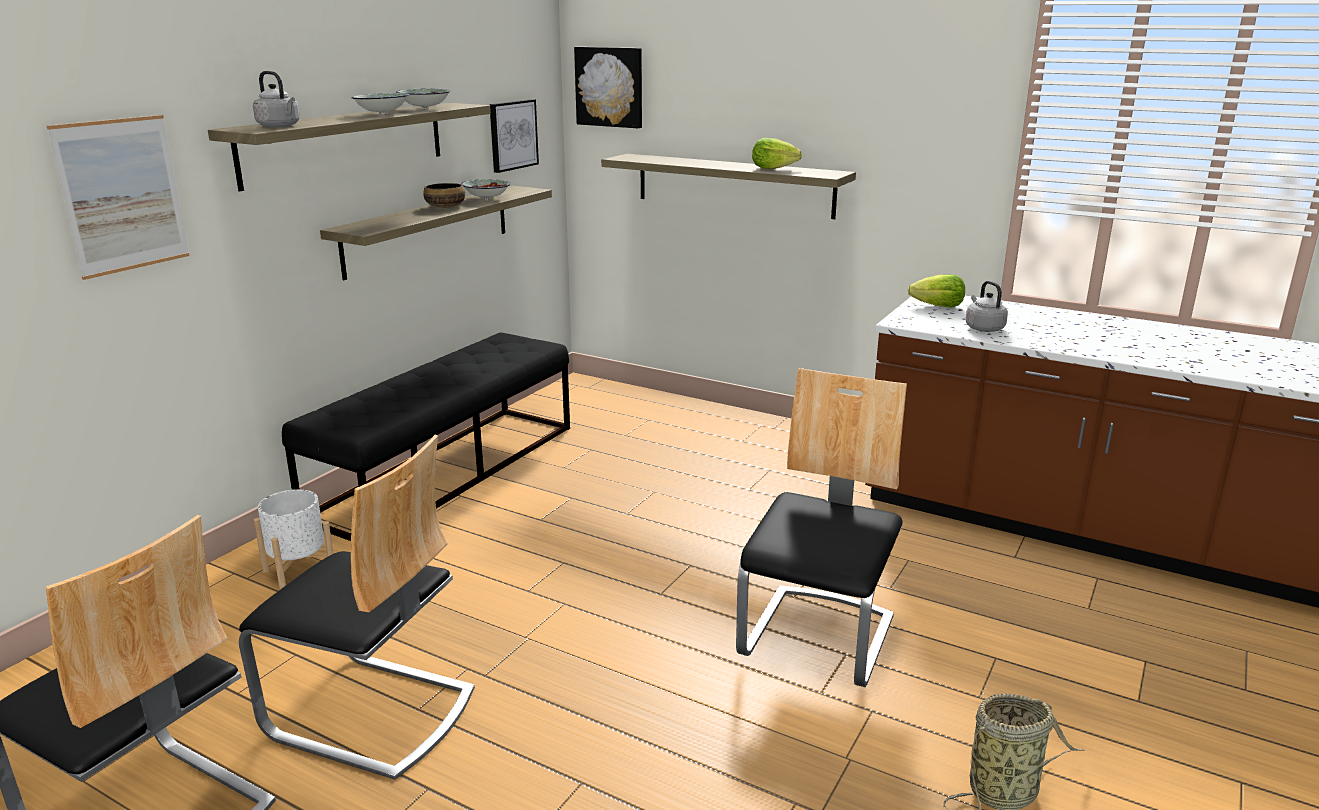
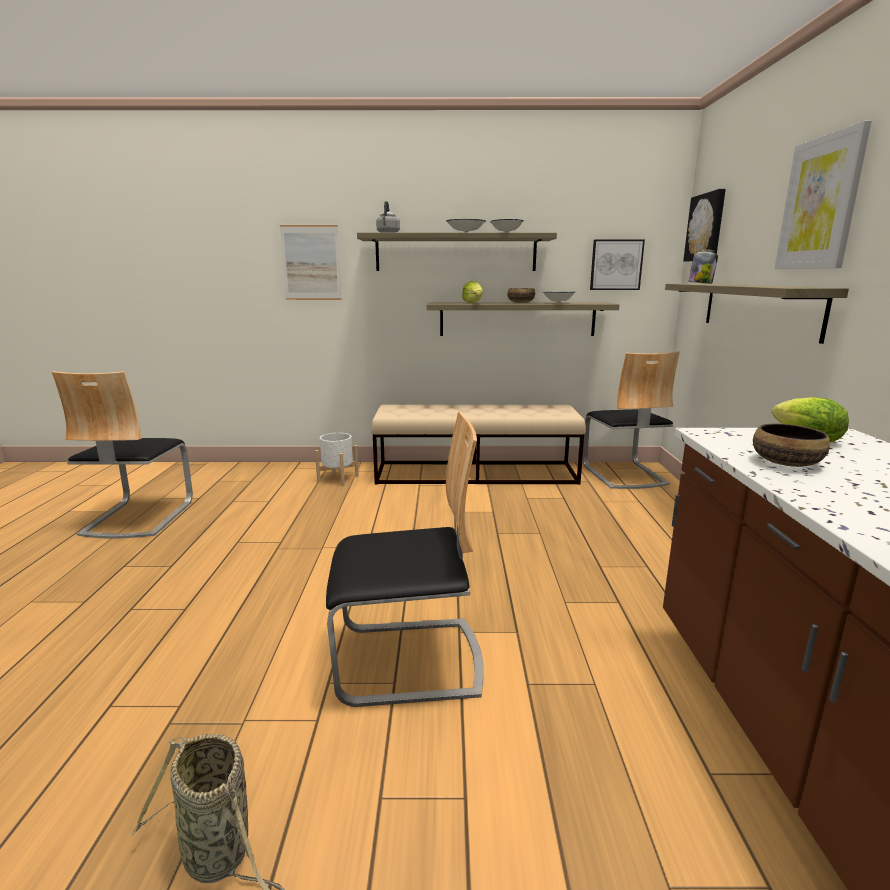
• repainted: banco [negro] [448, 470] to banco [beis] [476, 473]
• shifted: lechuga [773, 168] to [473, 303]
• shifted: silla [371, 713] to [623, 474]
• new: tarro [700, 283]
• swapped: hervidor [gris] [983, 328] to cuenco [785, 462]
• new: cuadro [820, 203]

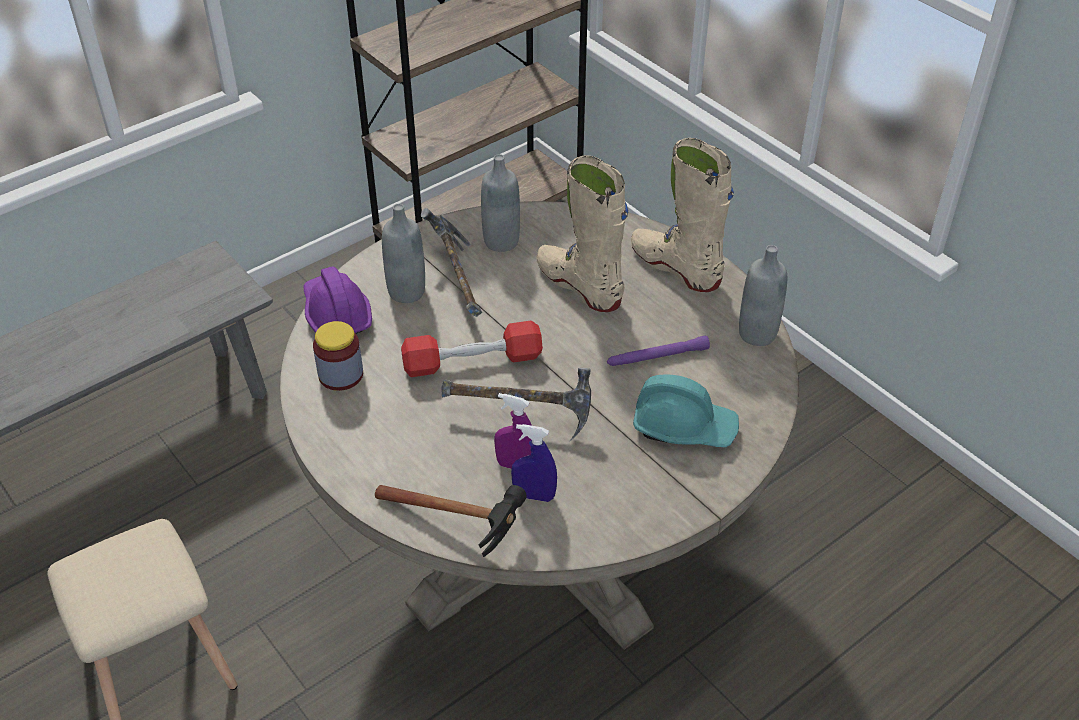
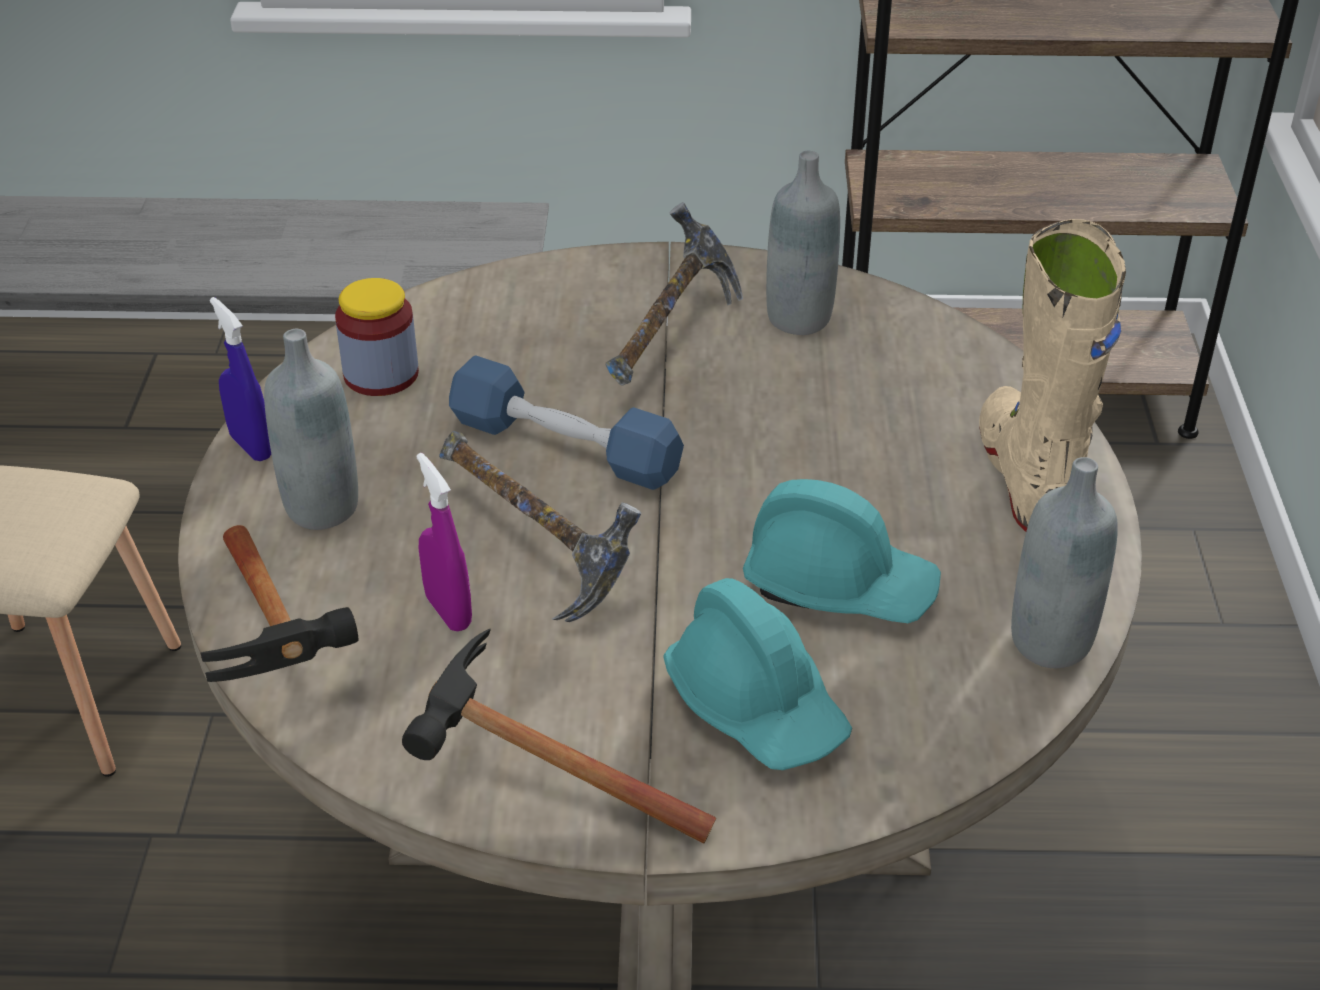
• shifted: pulverizador [azul] [534, 495] to [251, 446]
• shifted: botella [gris] [406, 292] to [322, 508]
• new: martillo [531, 782]
• repainted: mancuerna [rojo] [472, 361] to mancuerna [azul] [564, 447]
• swapped: linterna [morado] [657, 357] to casco [turquesa] [839, 585]
• gone: casco [morado] [336, 313]
• gone: bota [beis] [579, 286]

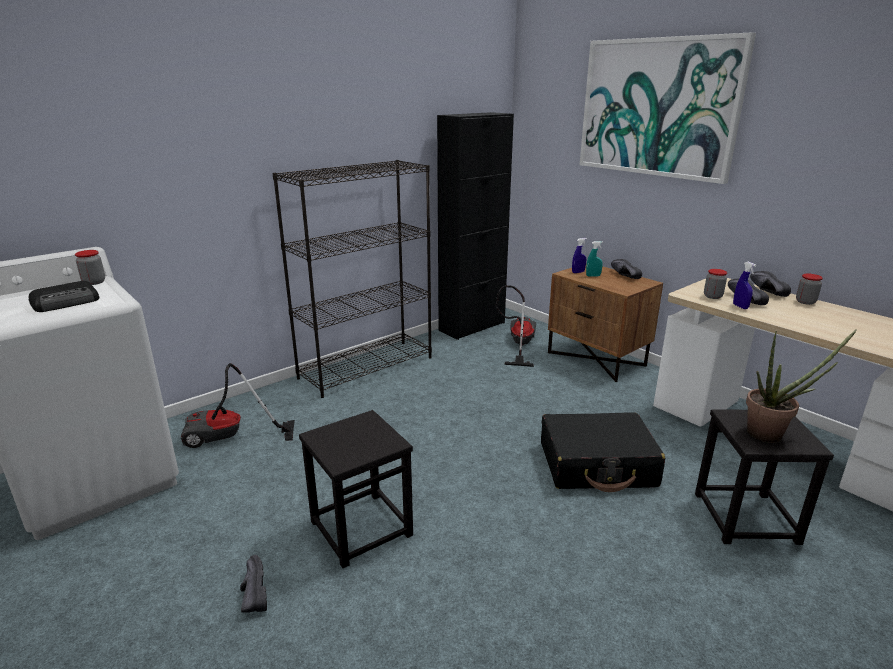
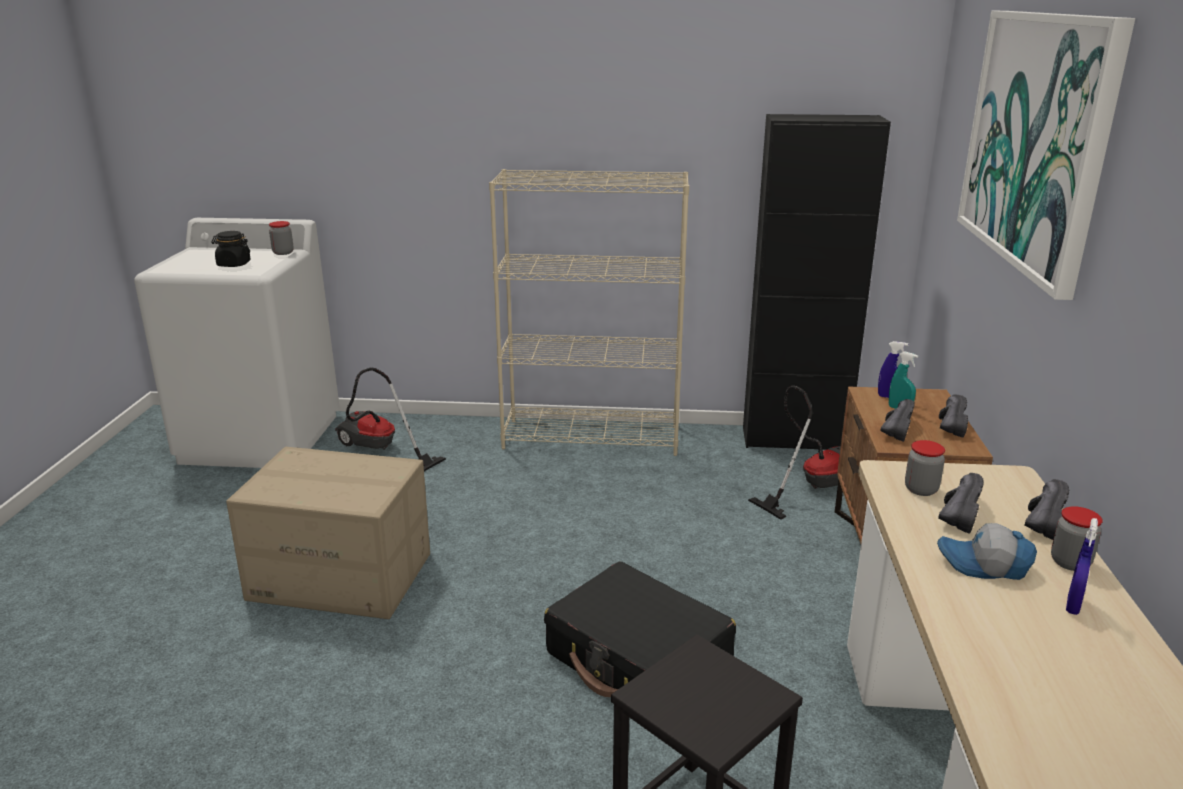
• swapped: radio [67, 302] to tarro [negro] [233, 264]
• swapped: taburete [negro] [361, 528] to caja de cartón [342, 576]
• repainted: estantería [negro] [367, 367] to estantería [beis] [592, 437]
• shifted: zapato [negro] [252, 593] to [894, 429]
• new: gorra [984, 565]
• shifted: pulverizador [azul] [740, 307] to [1073, 606]
• gone: planta en maceta [772, 434]

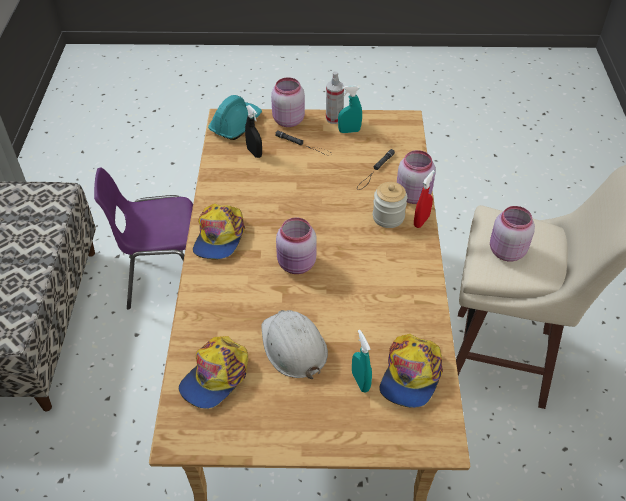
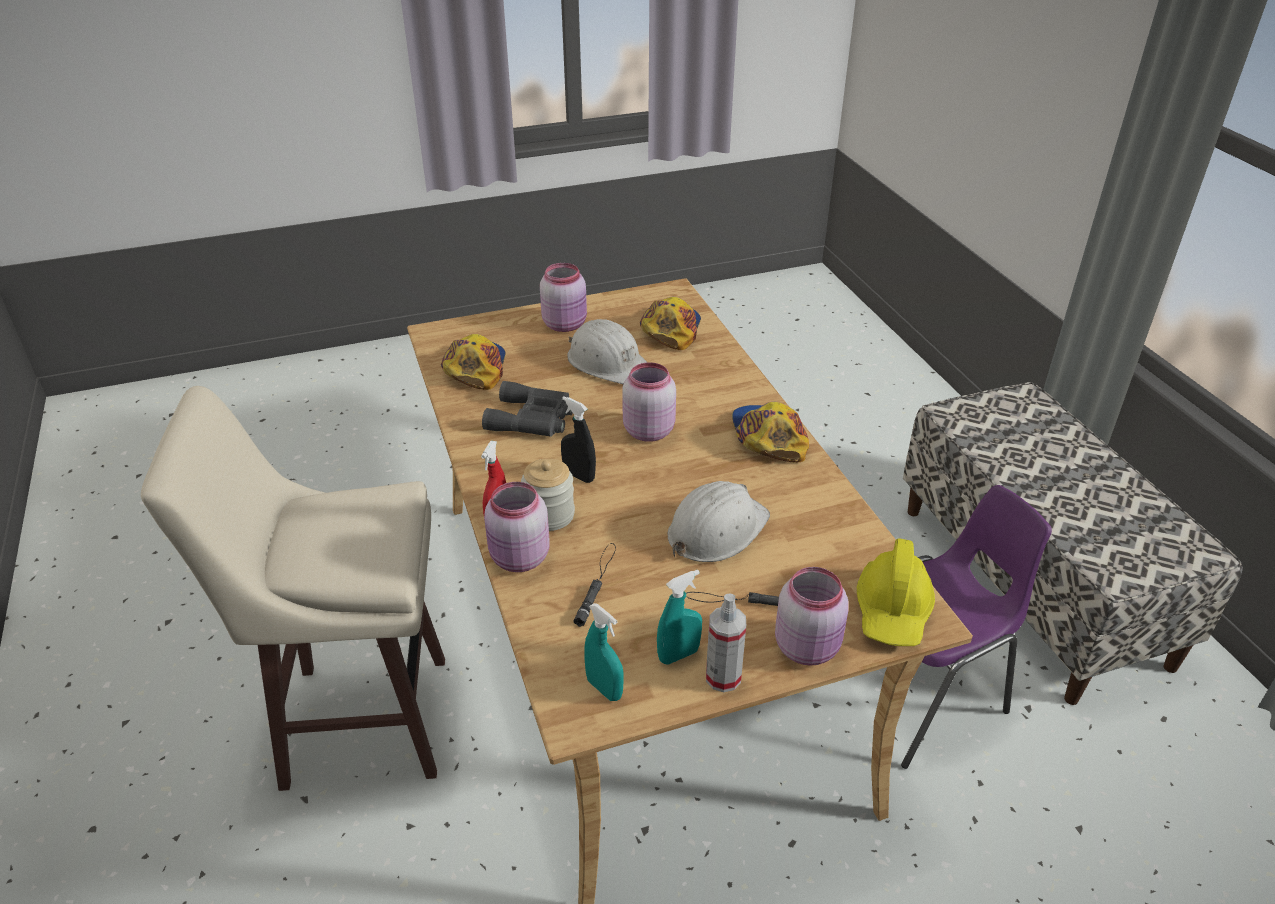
• new: prismáticos [gris] [532, 419]
• shifted: tarro [rosa] [505, 251] to [566, 324]
• shifted: pulverizador [negro] [254, 152] to [579, 476]
• shifted: pulverizador [turquesa] [360, 381] to [604, 688]
• new: casco [blanco] [716, 529]
• repainted: casco [turquesa] [236, 125] to casco [amarillo] [893, 610]

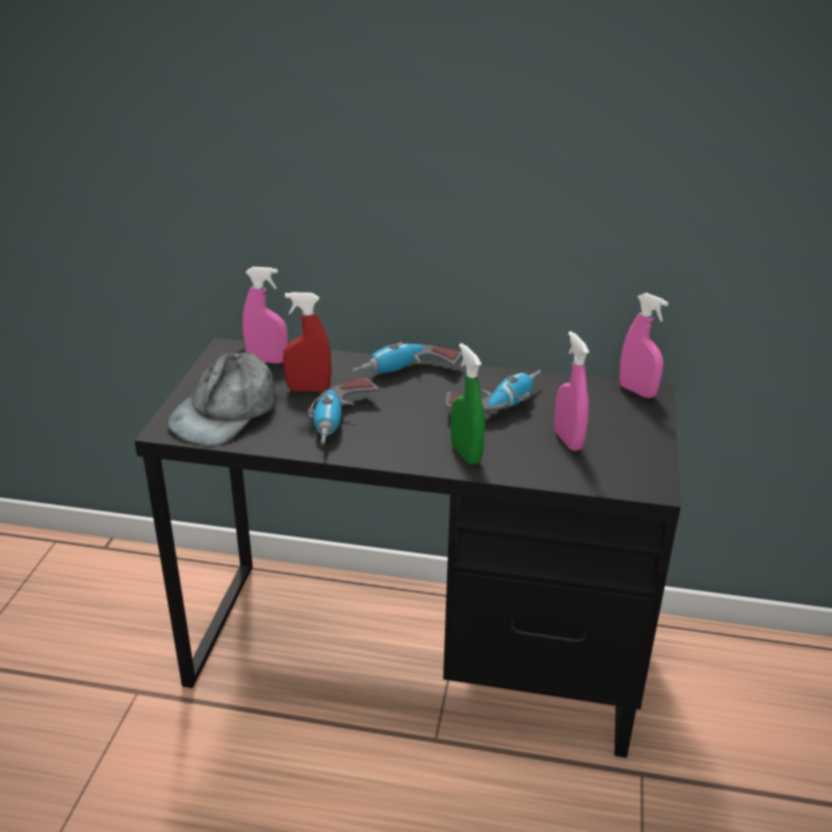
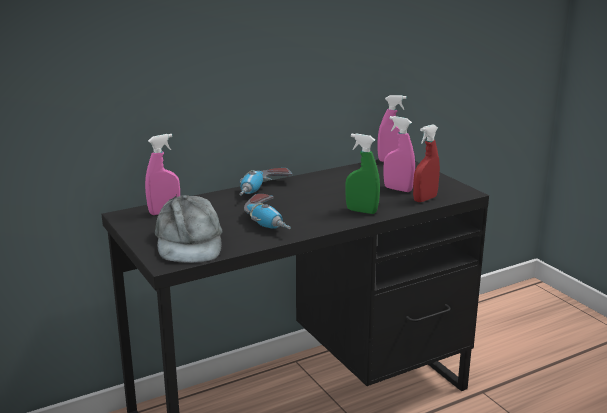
• shifted: pulverizador [rojo] [308, 389] to [425, 199]
• gone: taladro [495, 402]

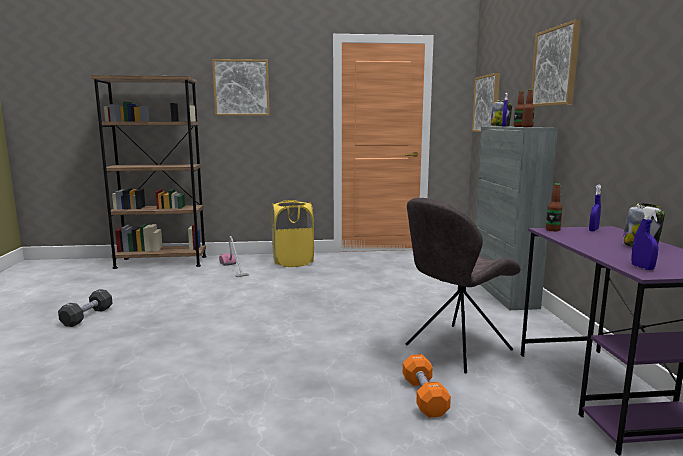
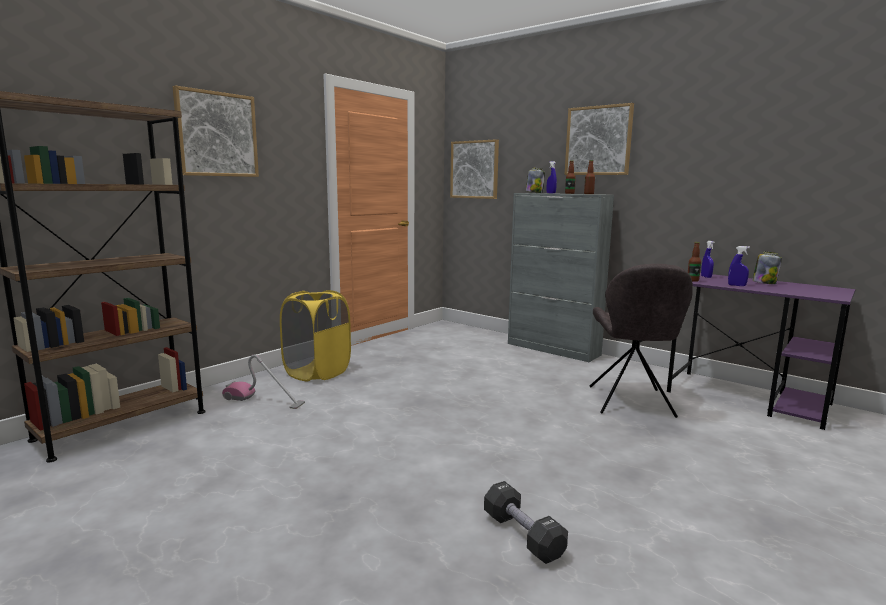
• shifted: mancuerna [negro] [87, 316] to [522, 535]
• shifted: pulverizador [azul] [642, 267] to [736, 285]
• gone: mancuerna [naranja] [424, 397]

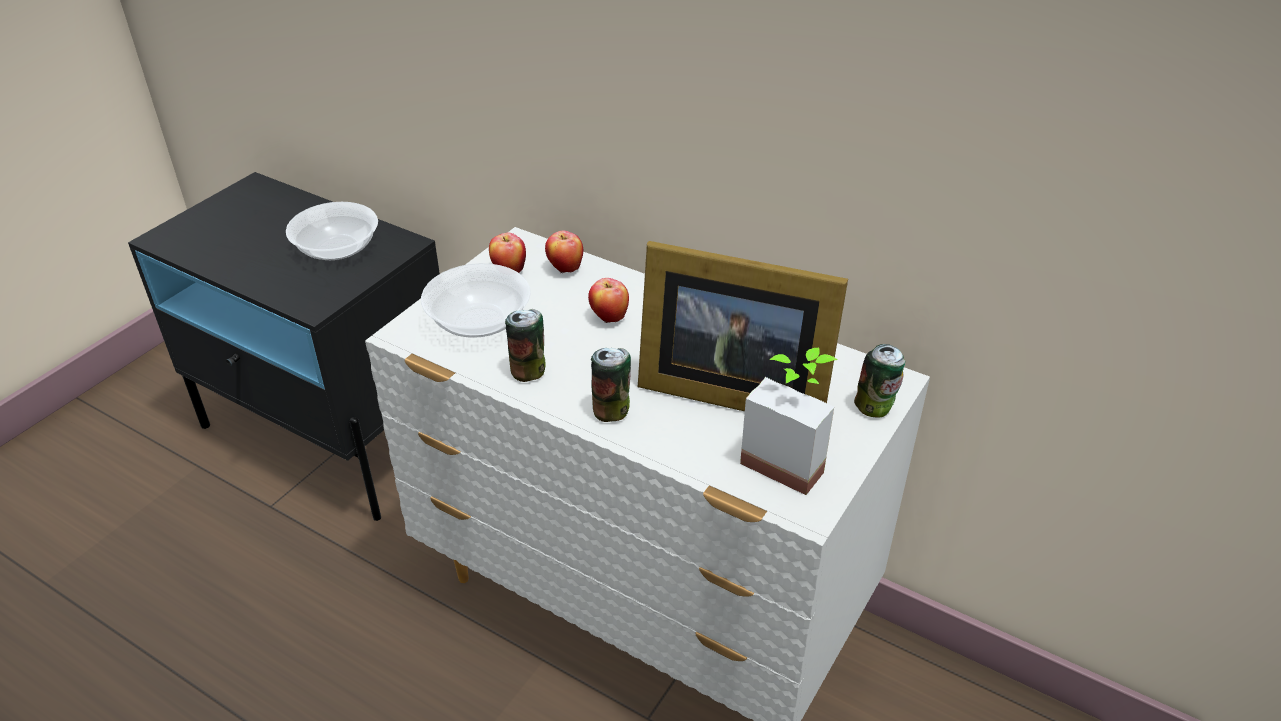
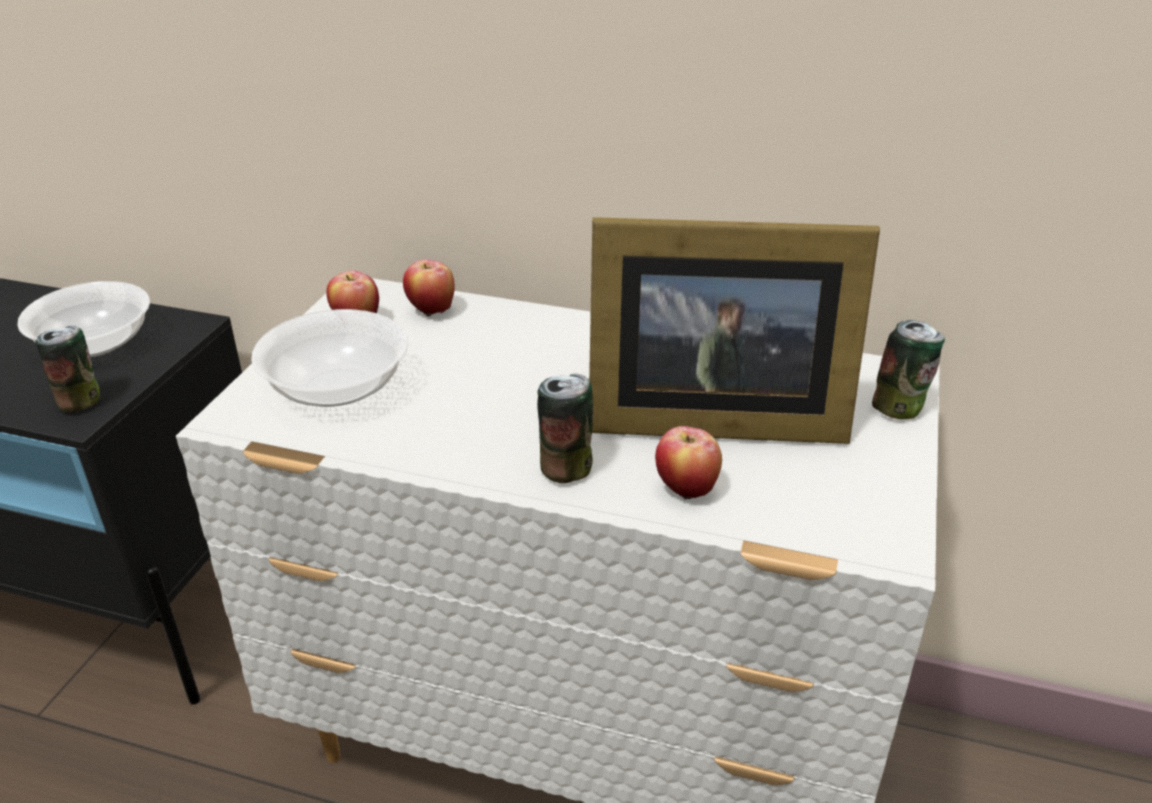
• shifted: lata [528, 371] to [81, 401]
• shifted: manzana [609, 317] to [685, 490]
• gone: planta en maceta [789, 458]

